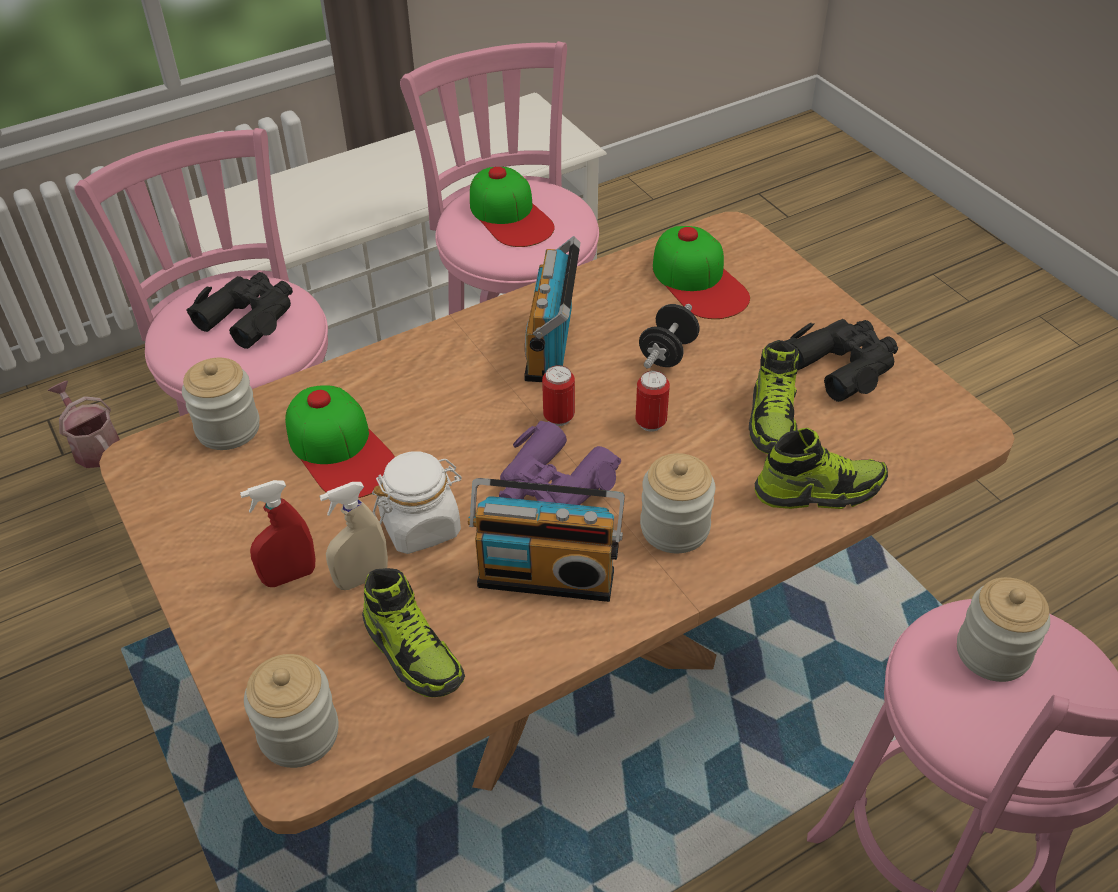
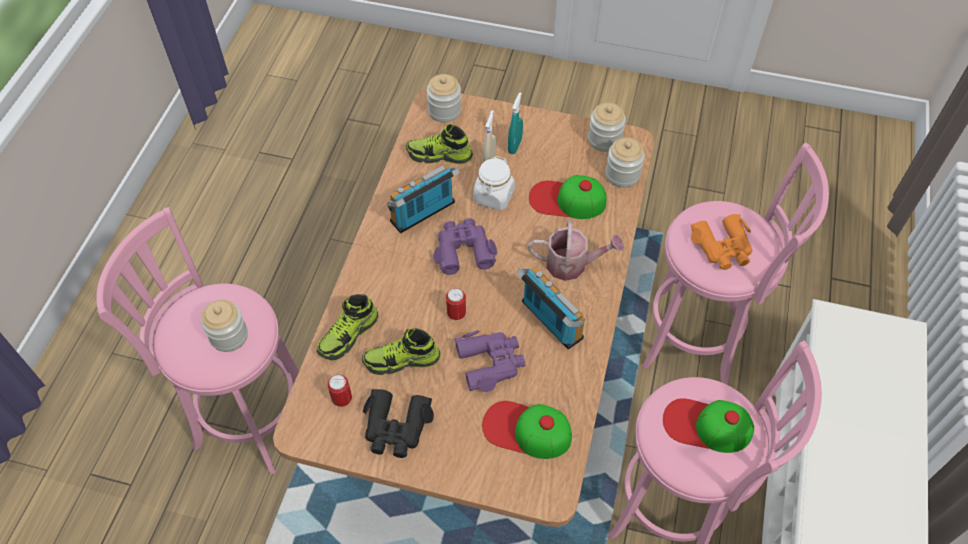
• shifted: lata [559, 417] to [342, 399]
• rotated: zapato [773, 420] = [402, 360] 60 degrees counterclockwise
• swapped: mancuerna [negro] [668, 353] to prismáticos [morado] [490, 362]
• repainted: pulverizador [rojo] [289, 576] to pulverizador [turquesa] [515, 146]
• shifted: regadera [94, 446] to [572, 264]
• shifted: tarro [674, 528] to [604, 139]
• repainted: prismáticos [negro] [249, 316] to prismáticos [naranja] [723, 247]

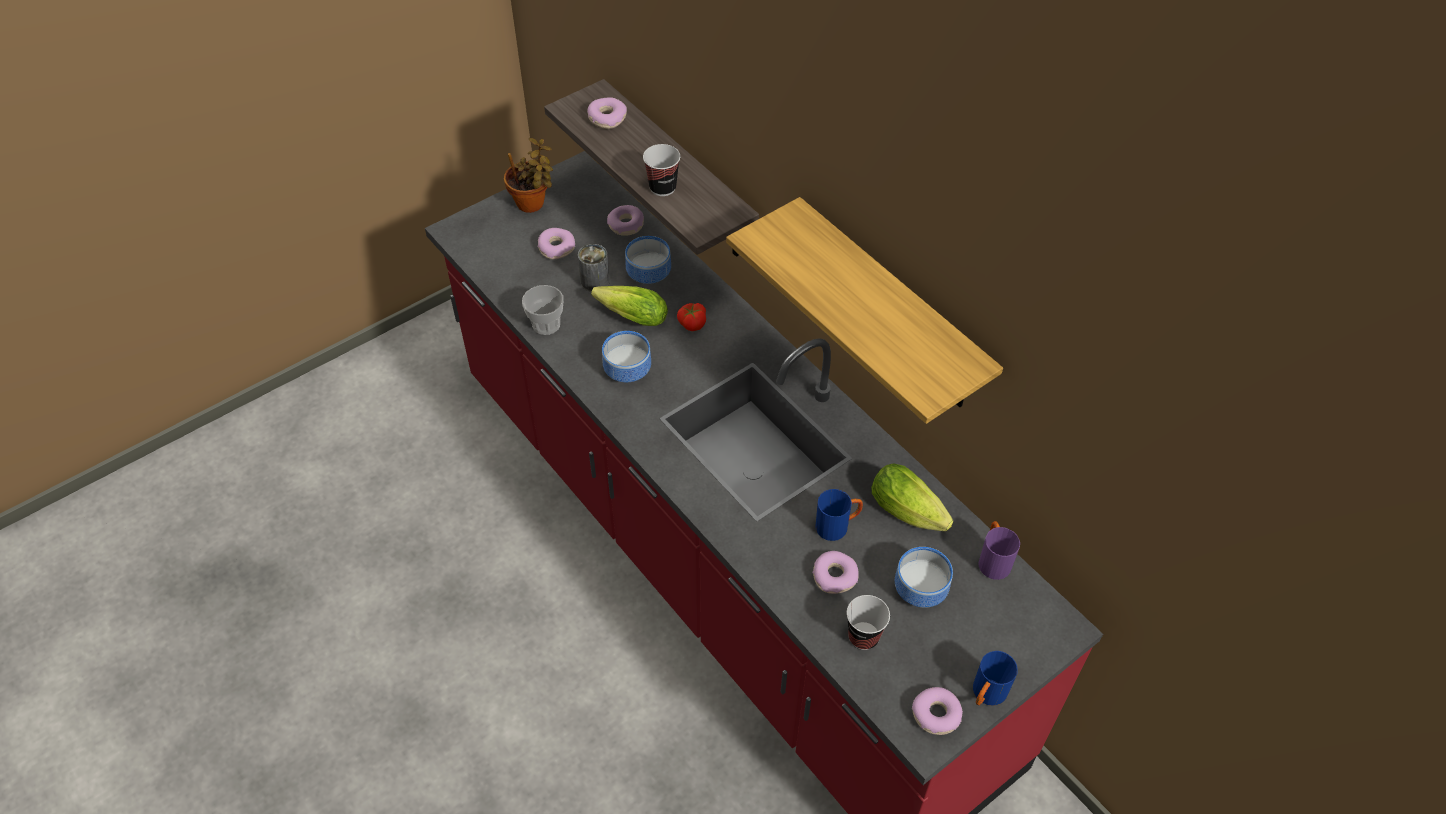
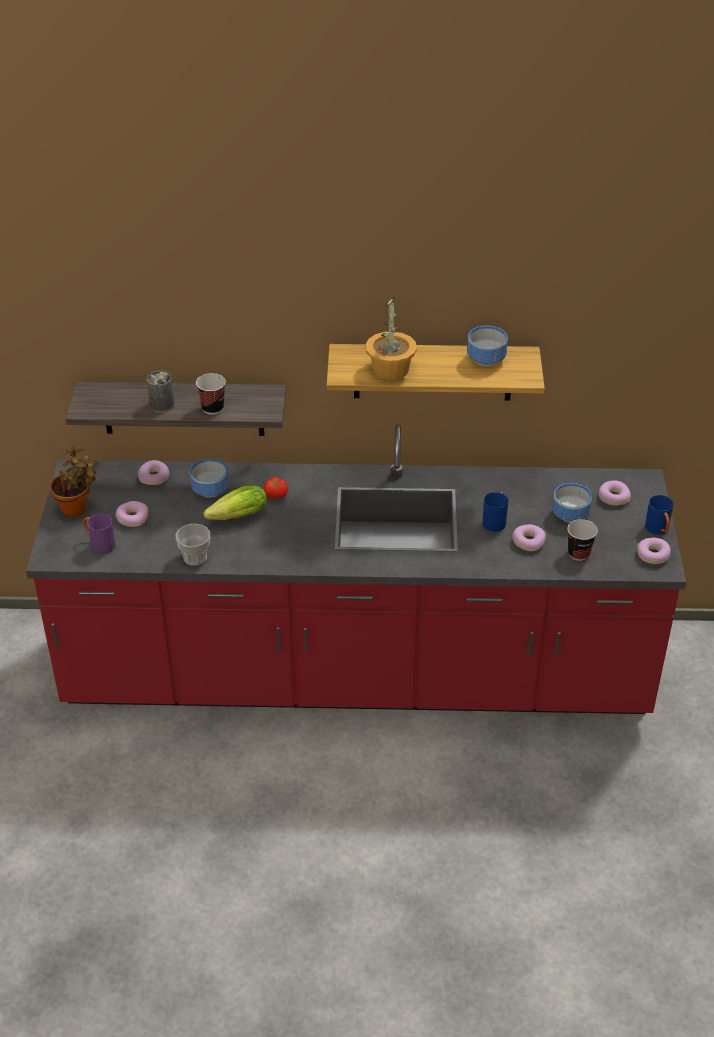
• shifted: taza grande [morado] [992, 560] to [99, 544]
• shifted: lata [595, 281] to [161, 404]
• new: planta en maceta [391, 369]
• shifted: cuenco [626, 372] to [486, 360]
• shifted: rosquilla [607, 118] to [613, 497]
• gone: lechuga [911, 513]

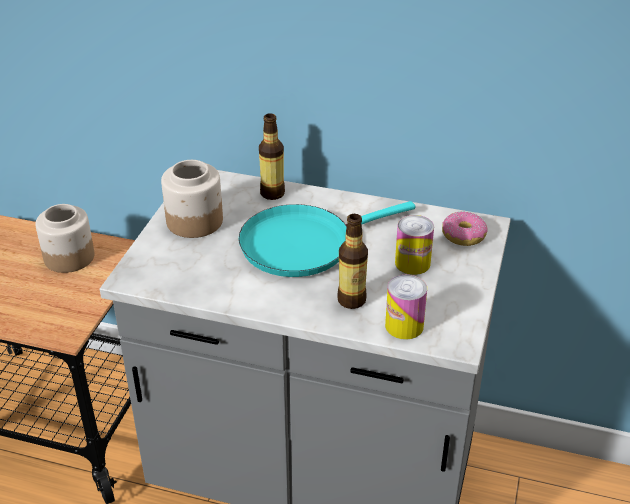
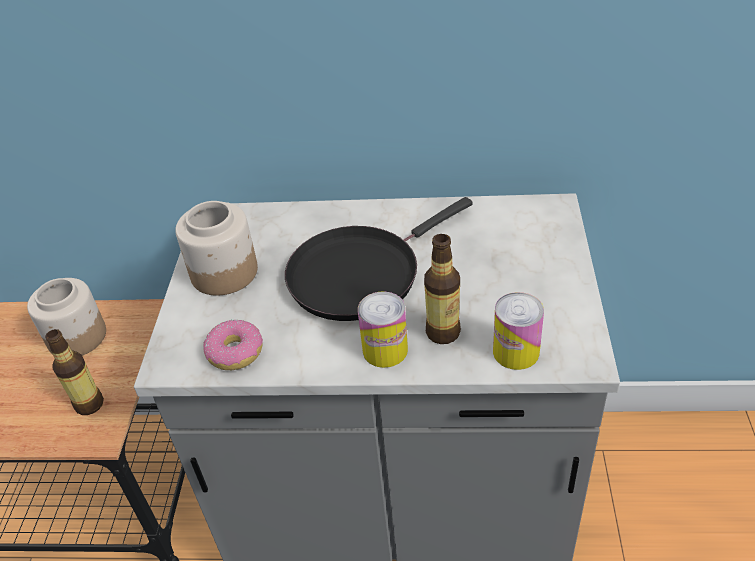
• shifted: botella [272, 193] to [89, 404]
• shifted: rosquilla [464, 235] to [235, 352]
• repainted: sartén [turquesa] [302, 244] to sartén [negro] [360, 274]
• shifted: lata [412, 263] to [385, 350]

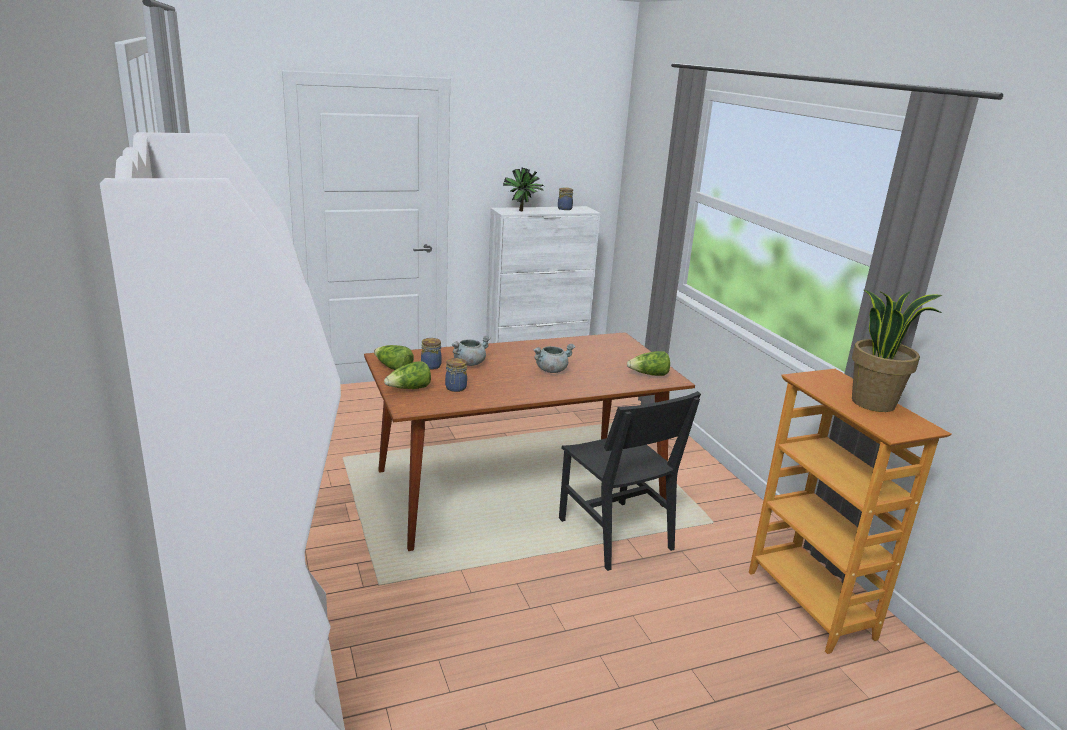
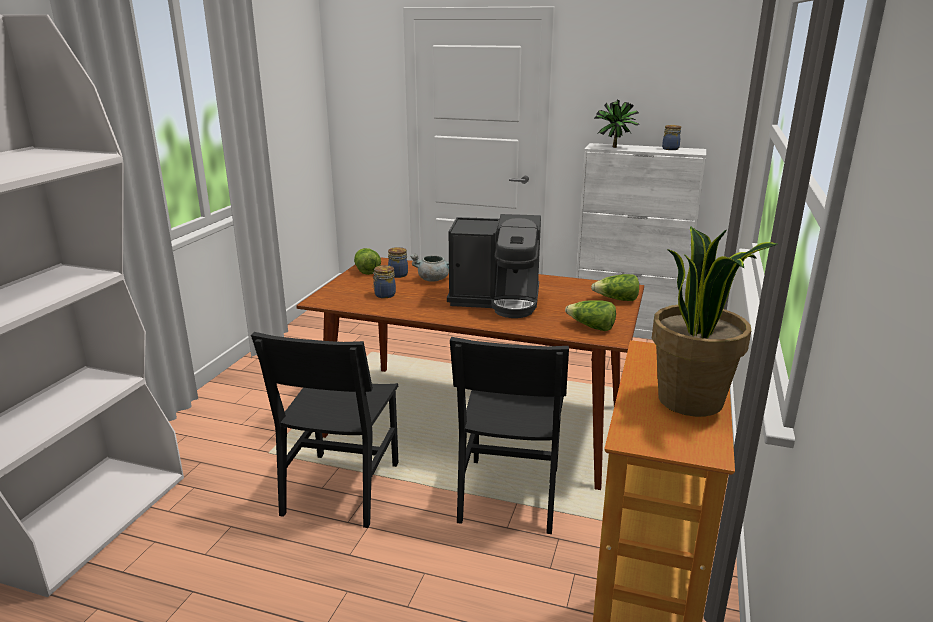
• new: silla [negro] [341, 488]
• swapped: olla [gris] [551, 370] to cafetera [496, 300]
• shifted: lechuga [409, 389] to [616, 299]

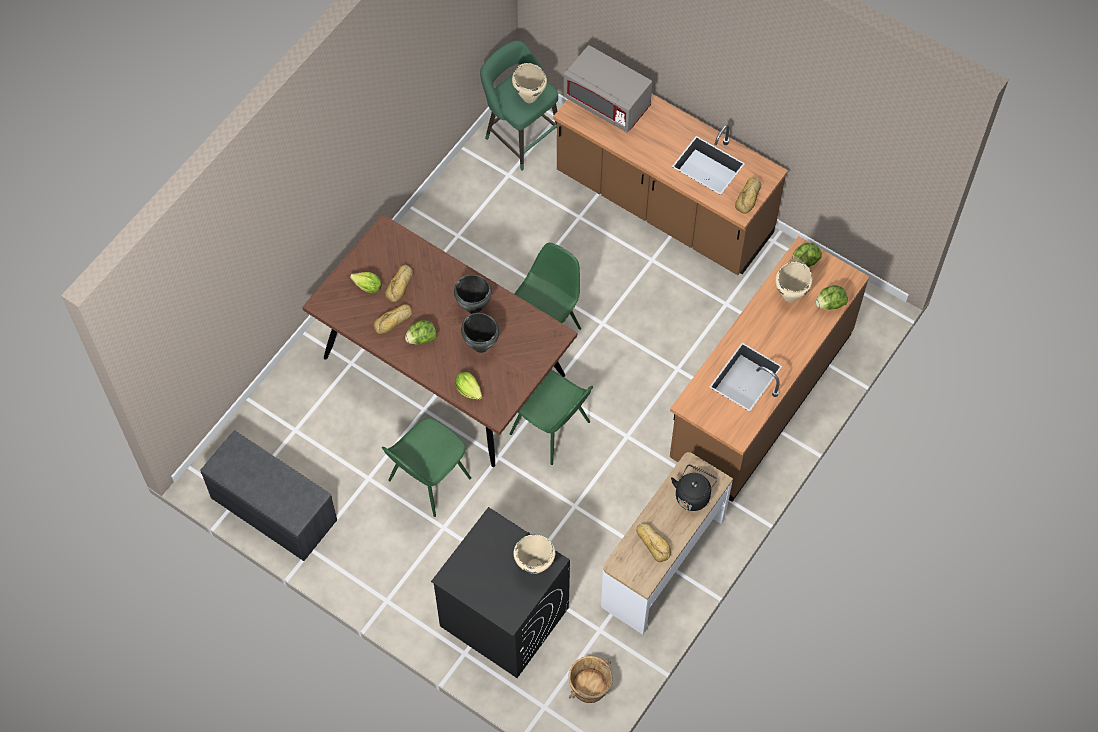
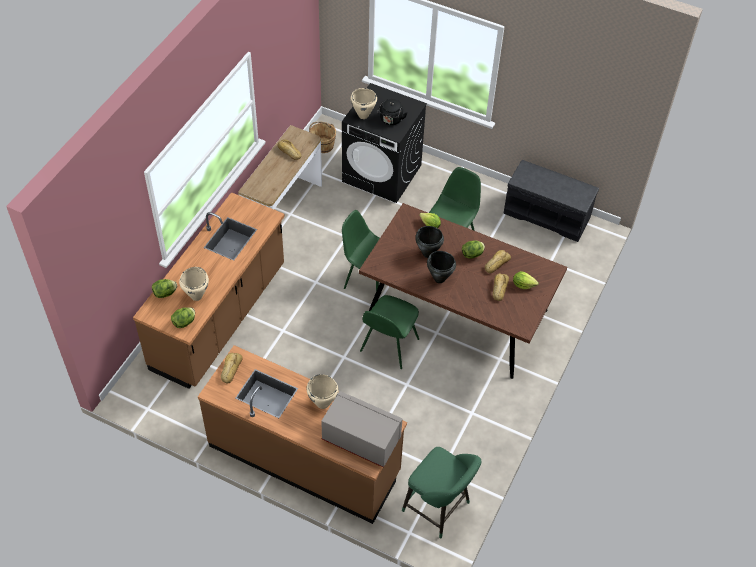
• shifted: olla [beis] [529, 97] to [323, 404]
• shifted: hervidor [negro] [693, 495] to [390, 120]

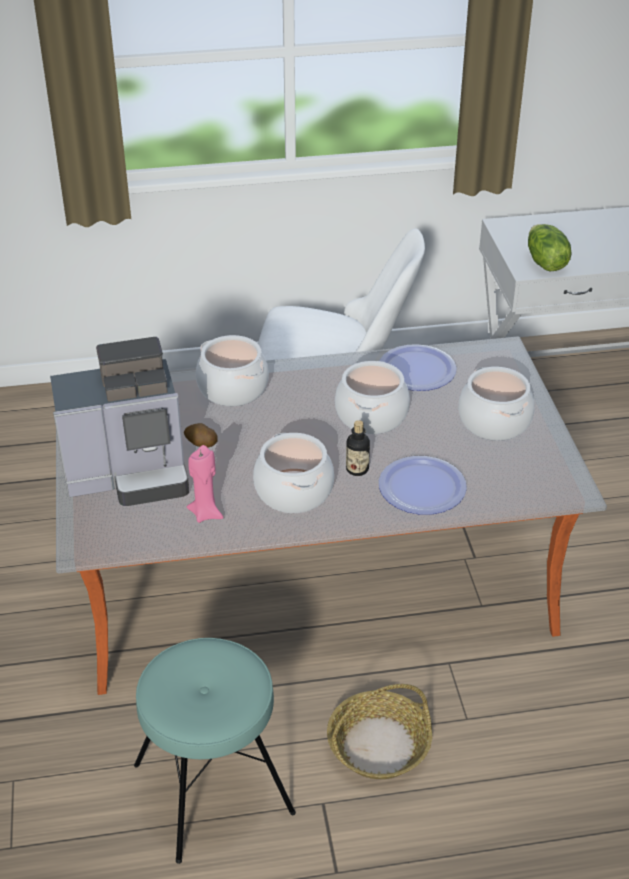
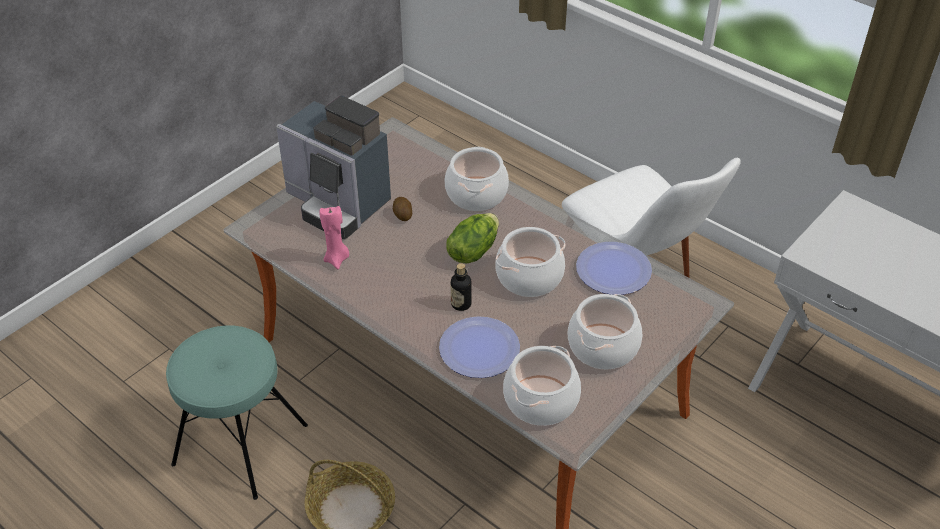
• shifted: lechuga [545, 263] to [472, 251]
• shifted: olla [294, 491] to [541, 401]

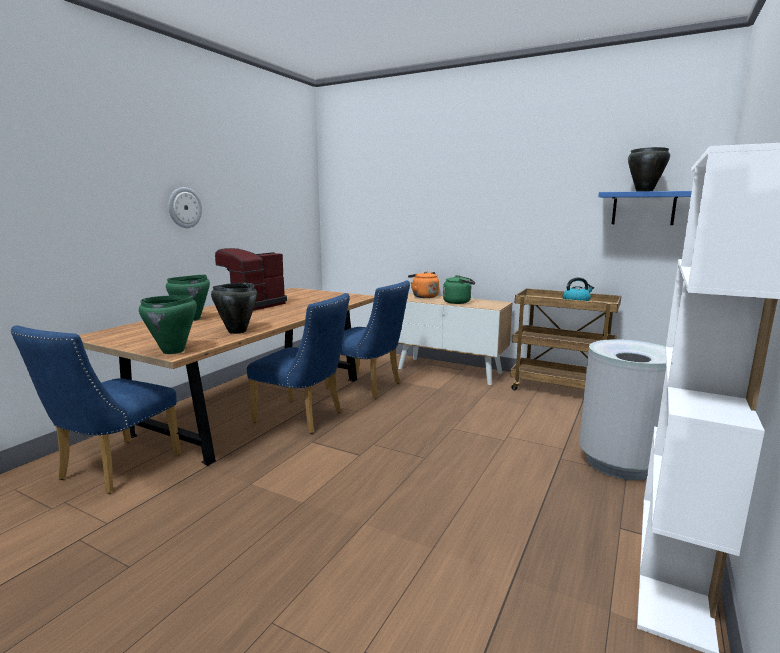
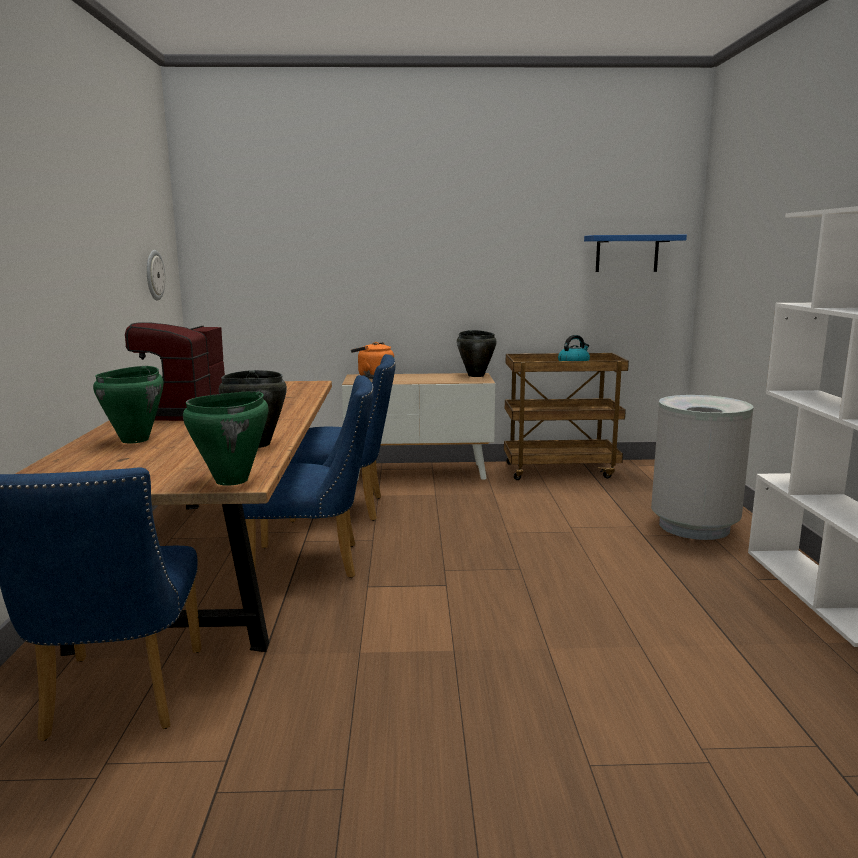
• shifted: reloj de pared [184, 207] to [154, 275]
• shifted: olla [negro] [644, 191] to [476, 375]
• gone: hervidor [verde] [458, 302]

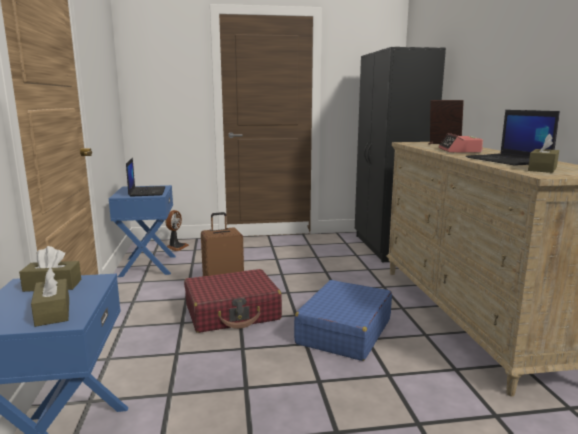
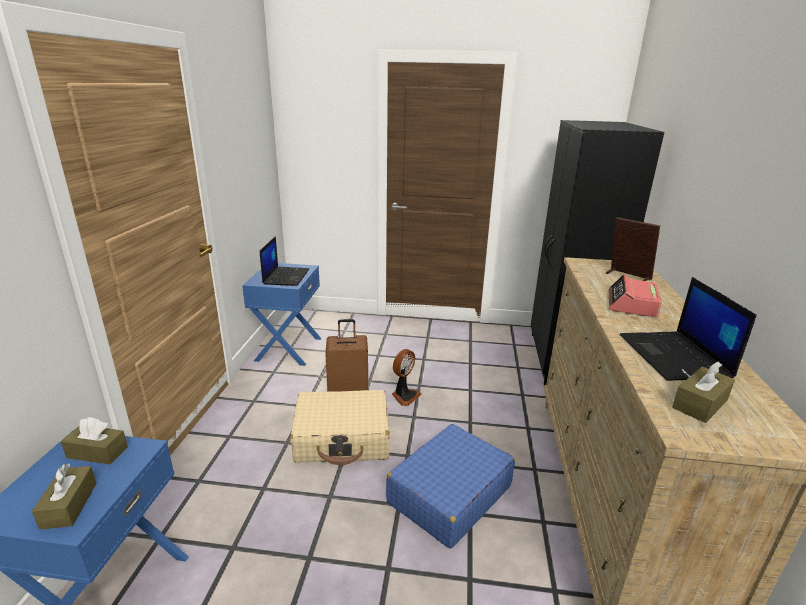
• repainted: maleta [rojo] [232, 313] to maleta [beis] [342, 438]
• shifted: ventilador [176, 247] to [404, 396]

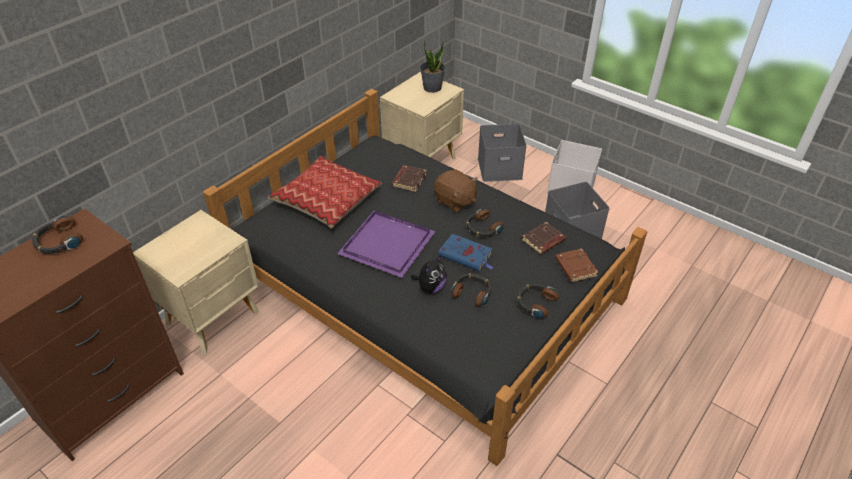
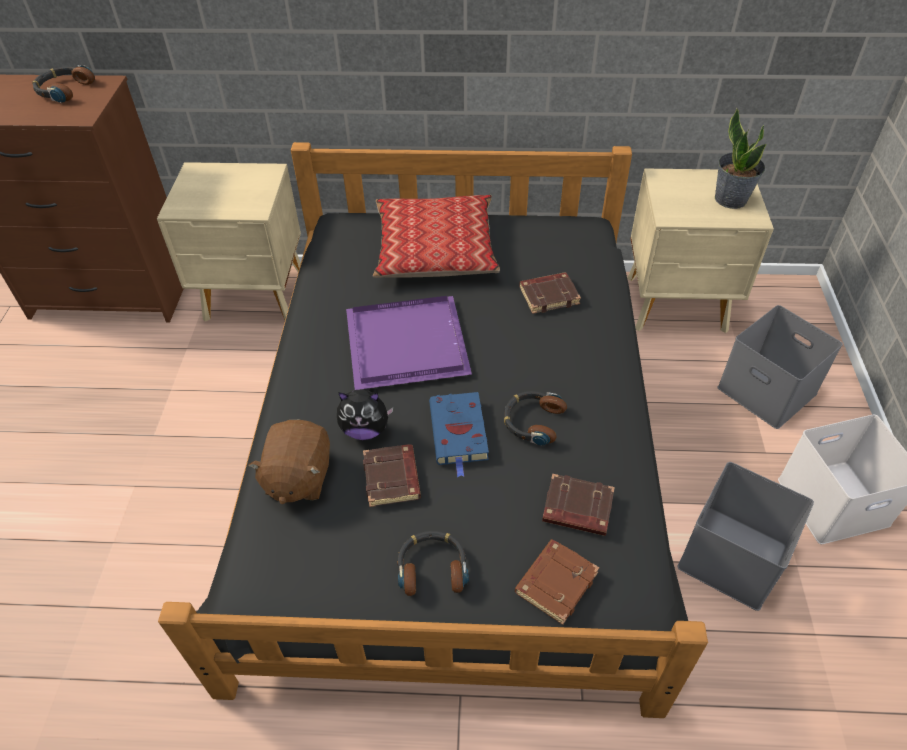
• shifted: peluche [marrón] [455, 201] to [298, 477]
• swapped: auriculares [472, 292] to libro [marrón] [393, 479]

